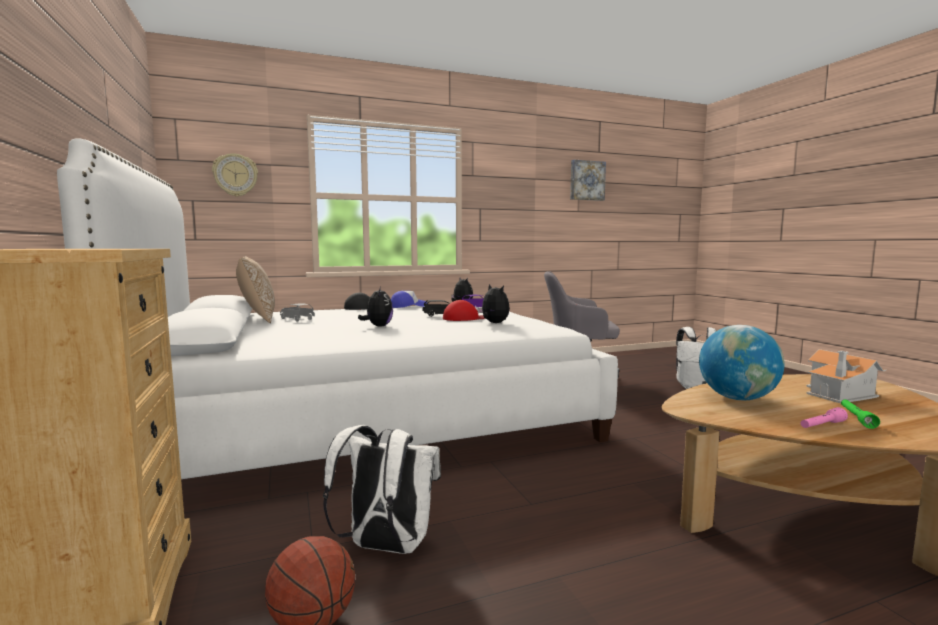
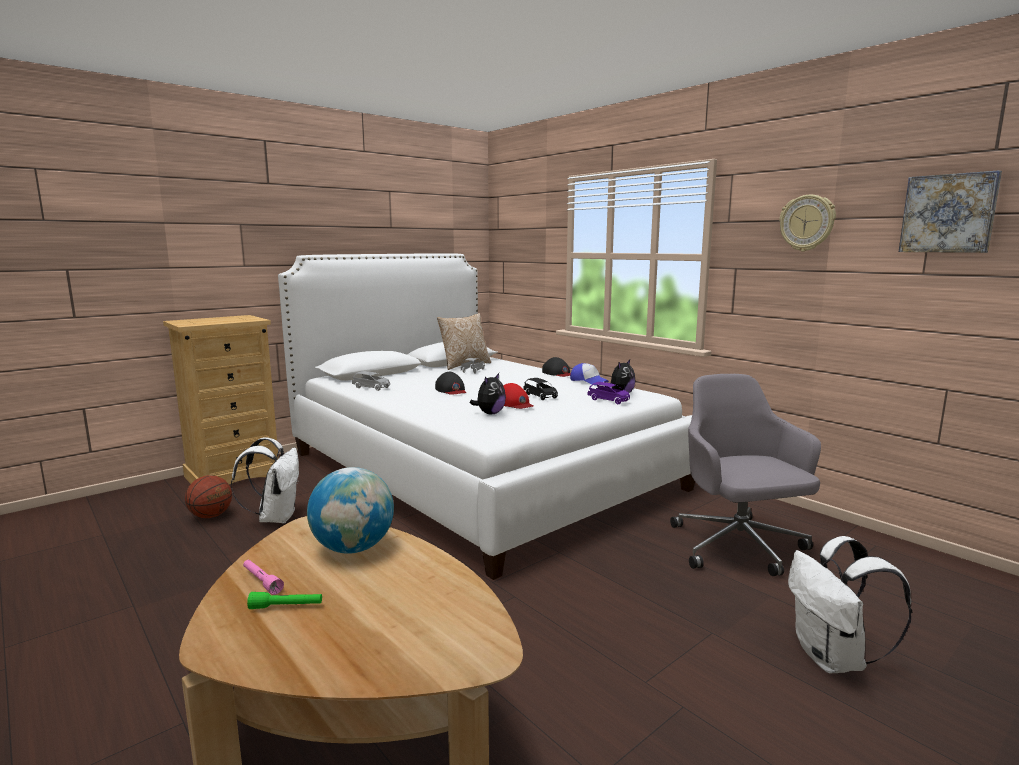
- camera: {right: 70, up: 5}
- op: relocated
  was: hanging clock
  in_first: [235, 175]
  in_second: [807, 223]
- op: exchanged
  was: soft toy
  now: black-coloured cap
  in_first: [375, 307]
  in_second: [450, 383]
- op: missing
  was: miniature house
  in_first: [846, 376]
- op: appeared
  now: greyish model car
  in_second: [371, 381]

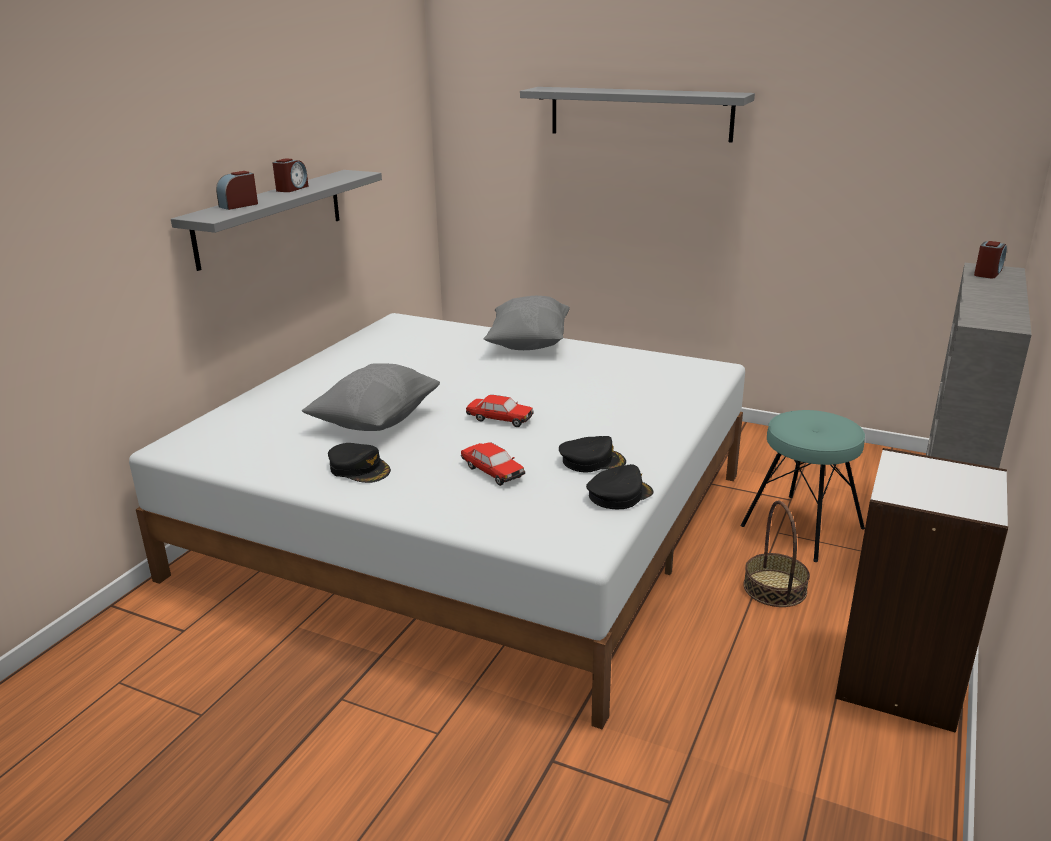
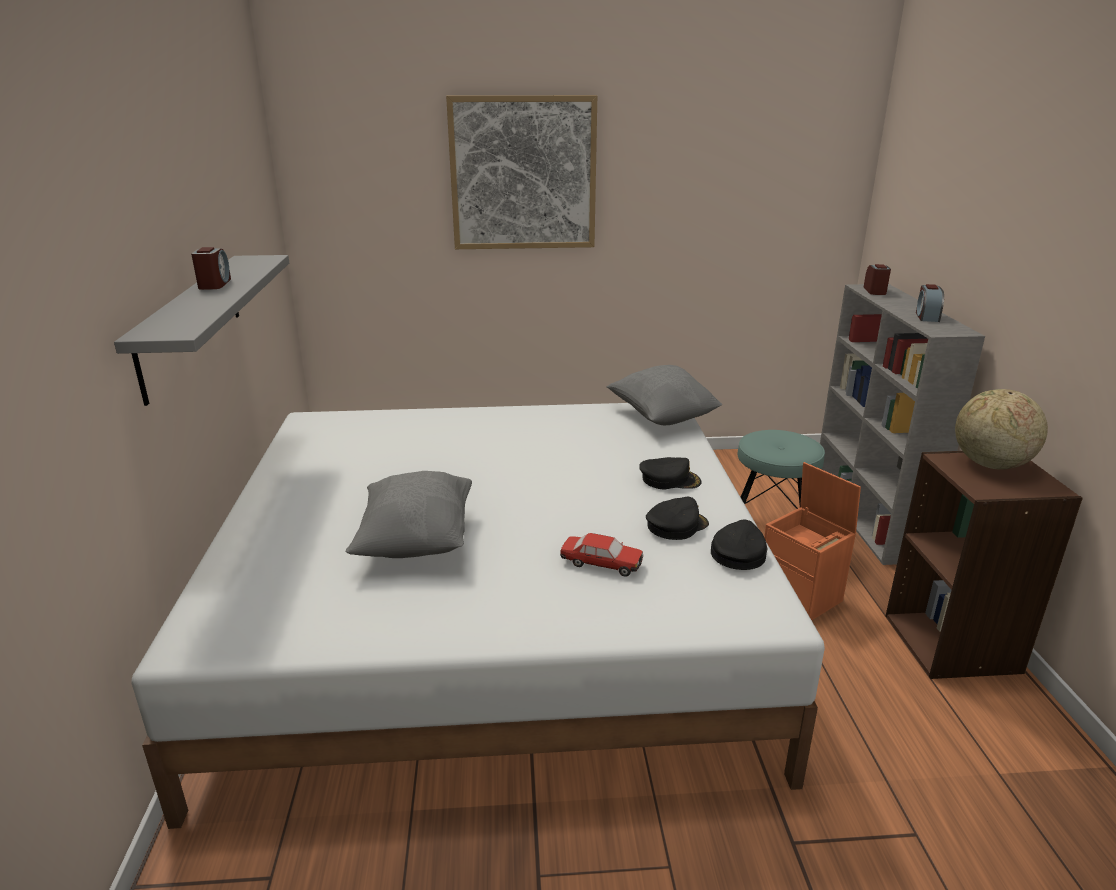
- camera: {right: -30, up: 0}
- op: relocated
  was: alarm clock
  in_first: [237, 190]
  in_second: [930, 303]
- op: relocated
  was: black-coloured cap
  in_first: [359, 463]
  in_second: [670, 473]
- op: missing
  was: model car
  in_first: [500, 411]
- op: relocated
  was: greyish throw pillow
  in_first: [527, 323]
  in_second: [664, 395]
- op: exchanged
  was: greyish wall shelf
  now: wall art
  in_first: [637, 115]
  in_second: [521, 172]
- op: exchanged
  was: storage basket
  now: orange-coloured storage bin
  in_first: [776, 554]
  in_second: [812, 541]
- op: colour
  was: white bookshelf
  now: brown bookshelf
  in_first: [921, 590]
  in_second: [984, 565]
- op: appeared
  now: globe
  in_second: [1001, 429]

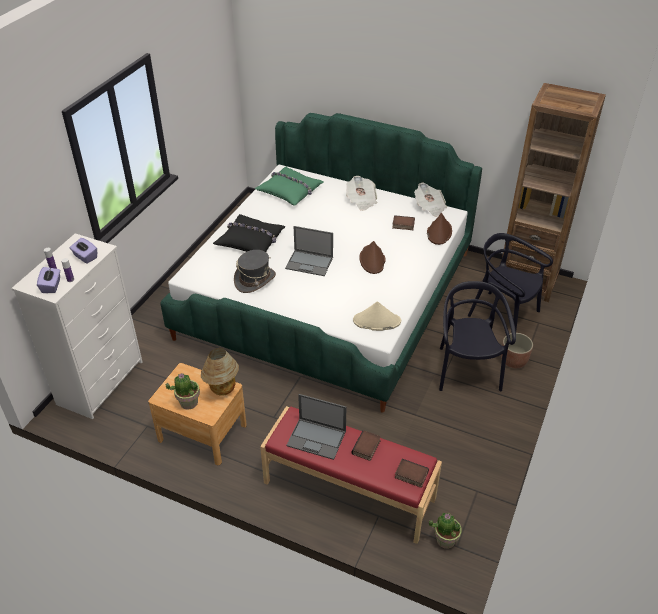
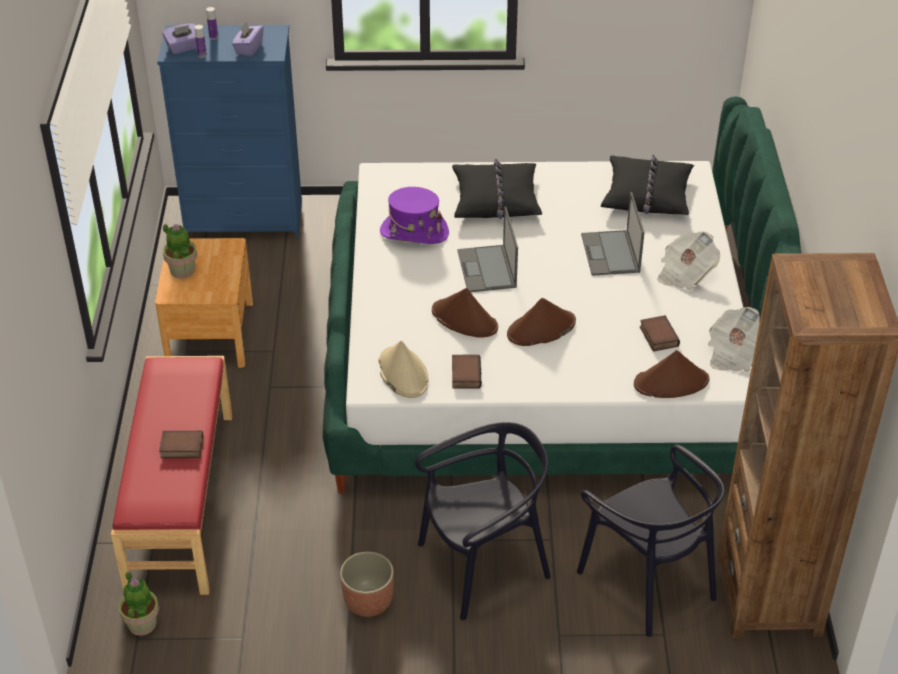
- camera: {right: 65, up: 0}
- op: colour
  was: white dresser
  now: bluish dresser
  in_first: [77, 326]
  in_second: [229, 131]
- op: missing
  was: lamp for a table
  in_first: [220, 372]
- op: colour
  was: greyish wearable hat
  now: purplish wearable hat
  in_first: [255, 271]
  in_second: [414, 215]
- op: colour
  was: green-coloured throw pillow
  now: black-coloured throw pillow
  in_first: [289, 186]
  in_second: [647, 184]
- op: relocated
  was: portable computer
  in_first: [316, 427]
  in_second: [613, 234]
- op: relocated
  was: bound book
  in_first: [412, 473]
  in_second: [467, 372]
- op: spun
  was: black-coloured plain chair
  in_first: [510, 281]
  in_second: [651, 541]
  clockwise: 135
- op: relocated
  was: plant pot
  in_first: [517, 350]
  in_second: [367, 584]
- op: appeared
  now: brown wearable hat
  in_second: [465, 313]

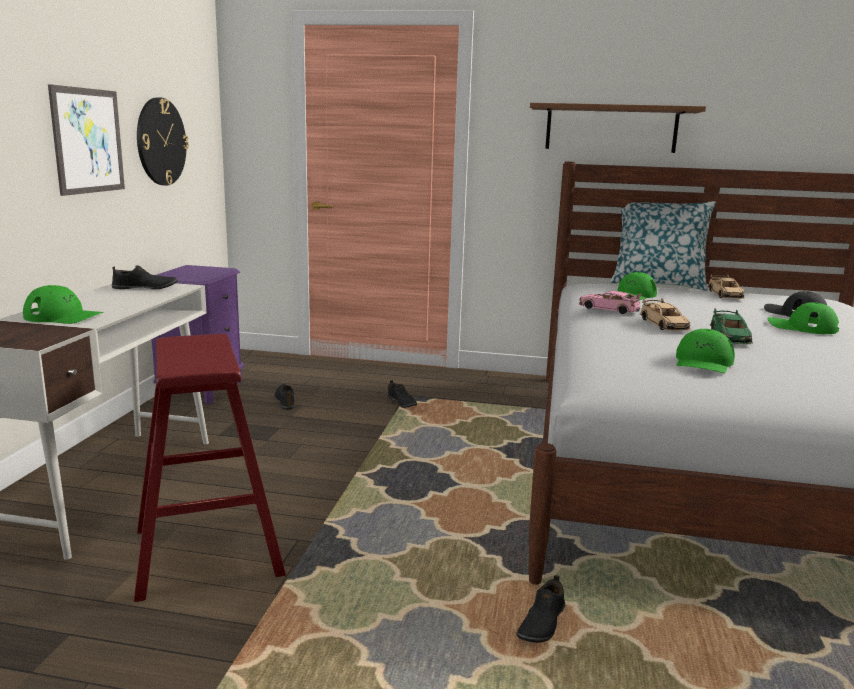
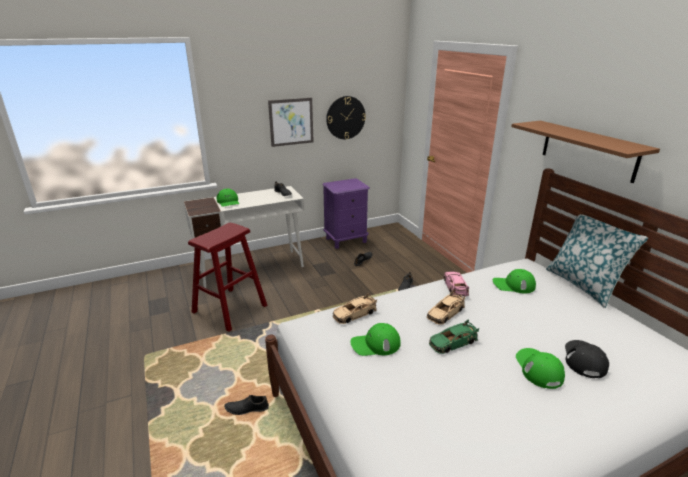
- camera: {right: 55, up: 10}
- op: relocated
  was: beige model car
  in_first: [726, 286]
  in_second: [355, 308]

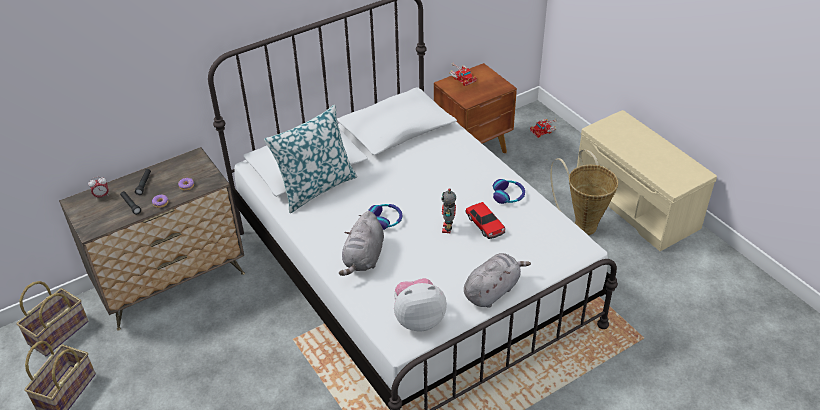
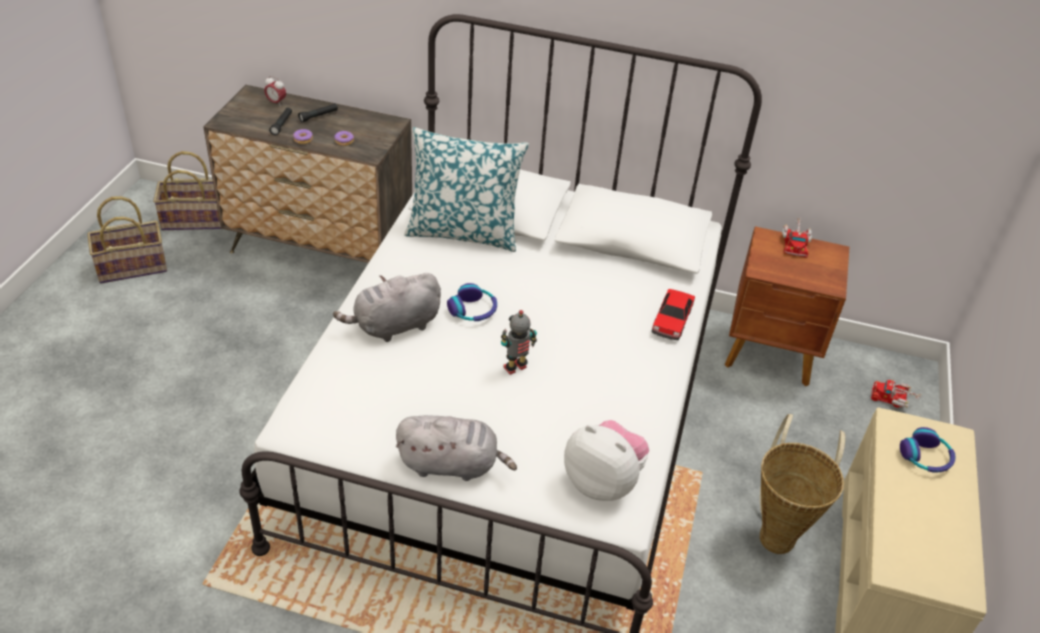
- camera: {right: 45, up: 0}
- op: relocated
  was: soft toy
  in_first: [420, 305]
  in_second: [606, 460]
- op: relocated
  was: model car
  in_first: [485, 220]
  in_second: [673, 314]
- op: relocated
  was: headphones
  in_first: [509, 191]
  in_second: [928, 449]

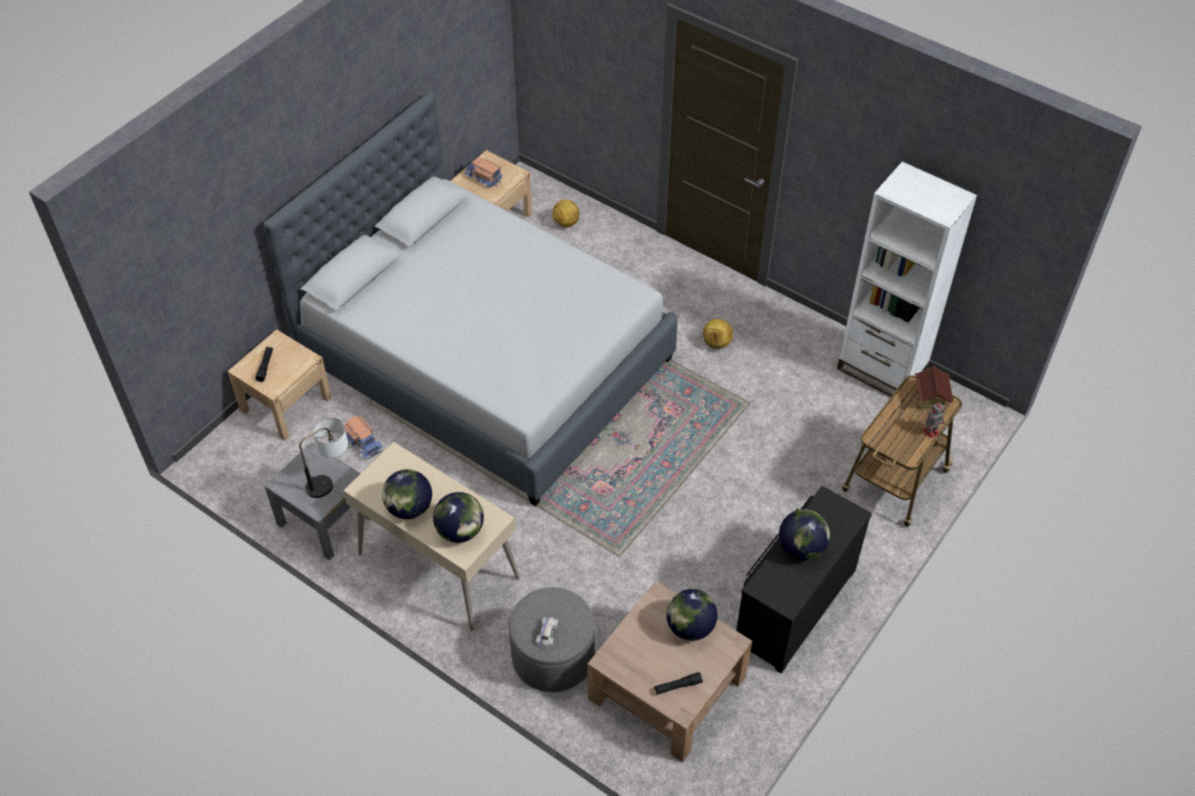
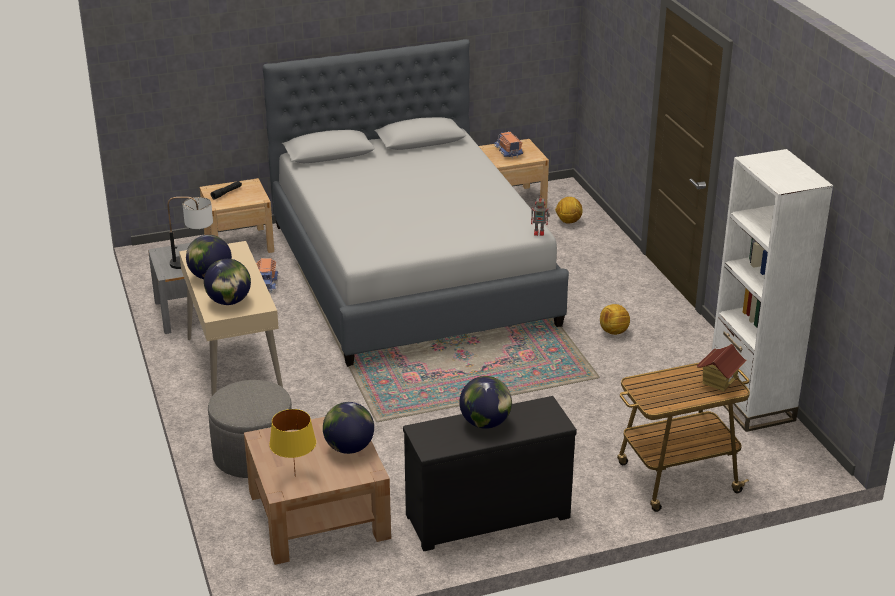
- camera: {right: 35, up: -20}
- op: missing
  was: white model car
  in_first: [547, 632]
- op: exchanged
  was: black-coloured flashlight
  now: yellowish lamp for a table
  in_first: [678, 683]
  in_second: [292, 443]
- op: relocated
  was: model robot
  in_first: [934, 420]
  in_second: [540, 216]

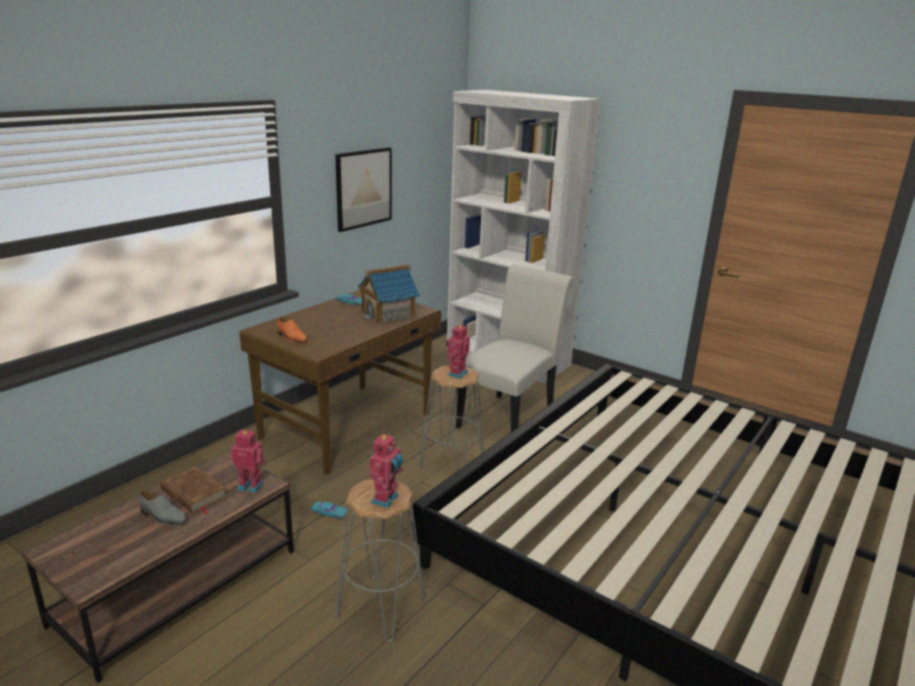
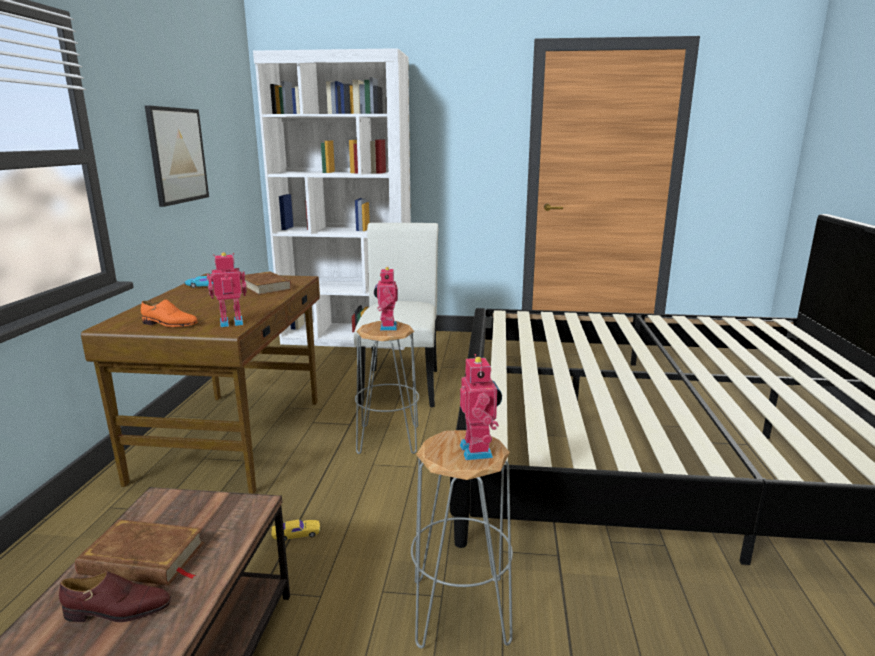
- camera: {right: -30, up: -5}
- op: colour
  was: greyish shoe
  now: brown shoe
  in_first: [162, 507]
  in_second: [115, 597]
- op: relocated
  was: model robot
  in_first: [248, 461]
  in_second: [227, 289]
- op: colour
  was: turquoise model car
  now: yellowish model car
  in_first: [328, 511]
  in_second: [295, 530]
- op: exchanged
  was: miniature house
  now: brown bound book
  in_first: [389, 294]
  in_second: [266, 283]

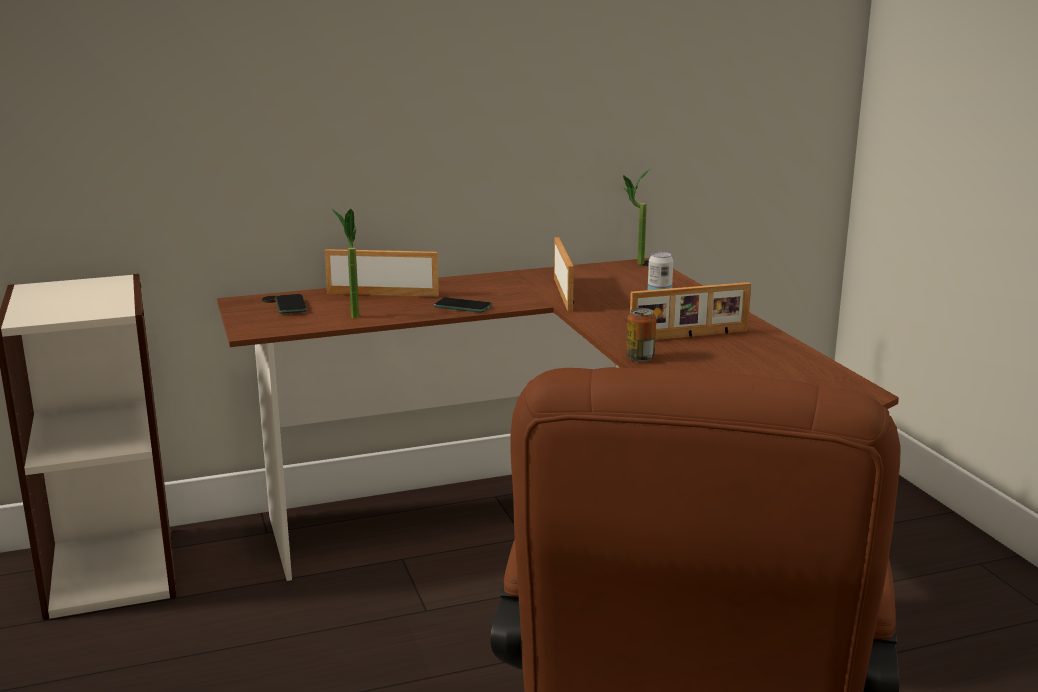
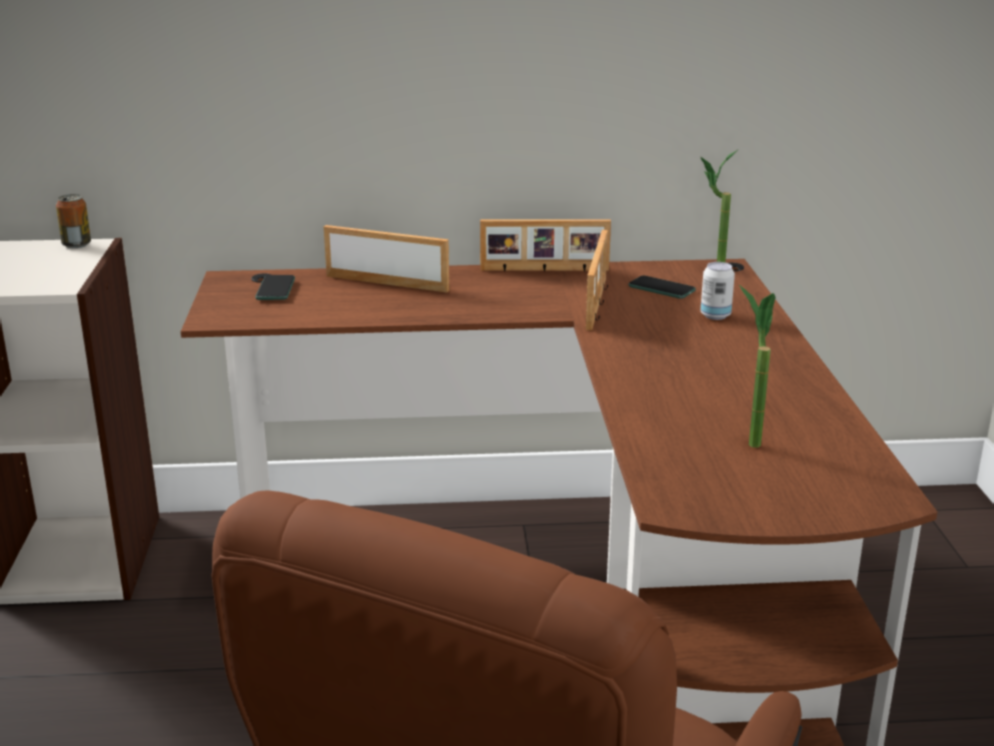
- camera: {right: 15, up: 5}
- op: relocated
  was: plant in a pot
  in_first: [345, 263]
  in_second: [757, 366]
- op: relocated
  was: handset
  in_first: [463, 305]
  in_second: [662, 287]
- op: relocated
  was: can
  in_first: [641, 335]
  in_second: [73, 221]
- op: relocated
  was: standing frame
  in_first: [690, 311]
  in_second: [545, 245]

